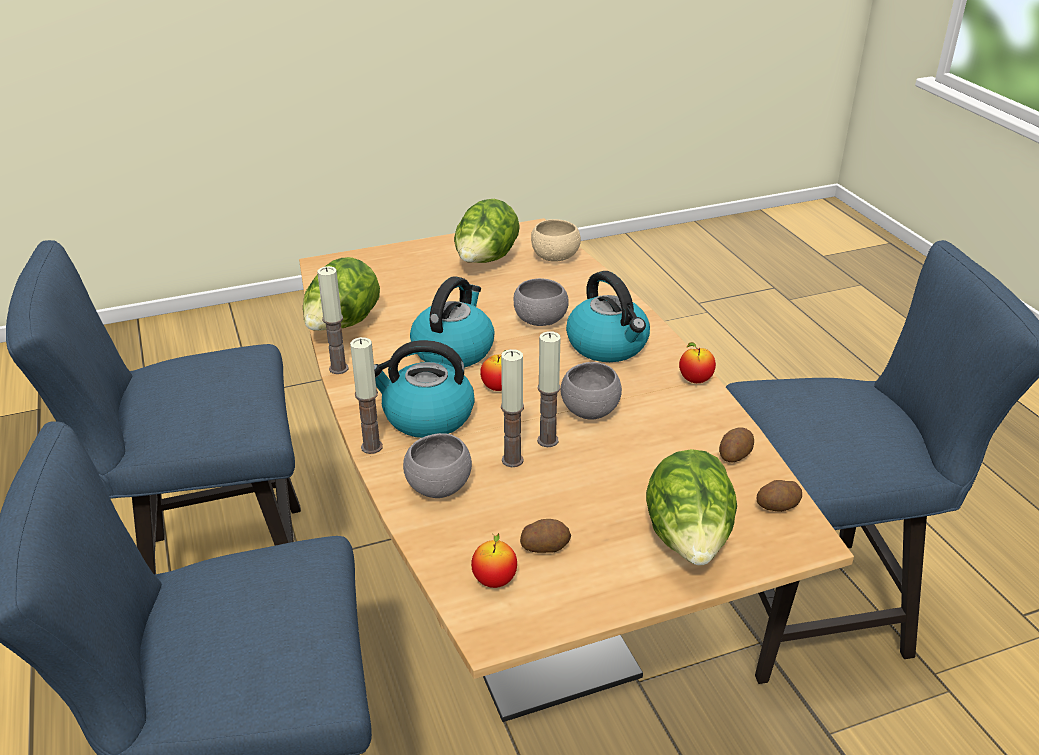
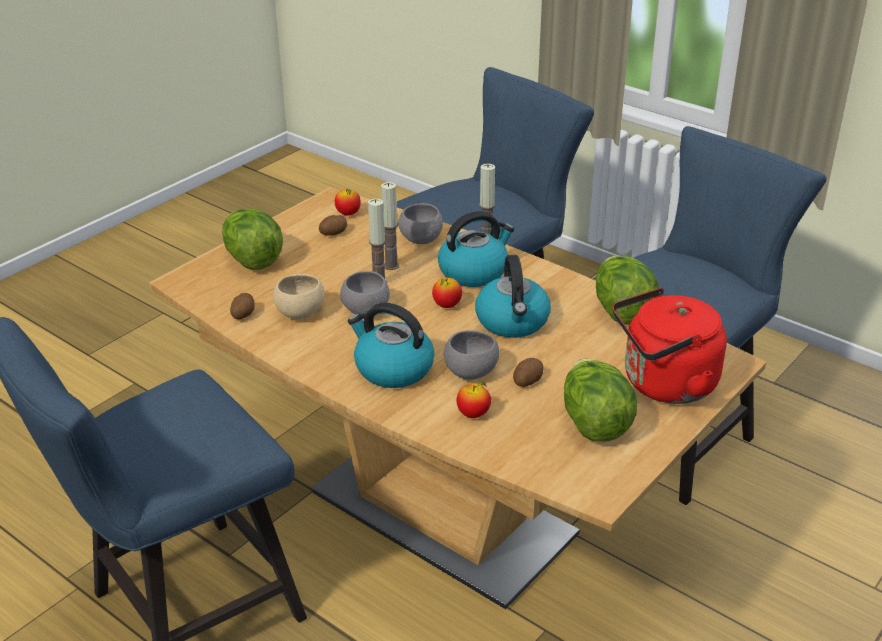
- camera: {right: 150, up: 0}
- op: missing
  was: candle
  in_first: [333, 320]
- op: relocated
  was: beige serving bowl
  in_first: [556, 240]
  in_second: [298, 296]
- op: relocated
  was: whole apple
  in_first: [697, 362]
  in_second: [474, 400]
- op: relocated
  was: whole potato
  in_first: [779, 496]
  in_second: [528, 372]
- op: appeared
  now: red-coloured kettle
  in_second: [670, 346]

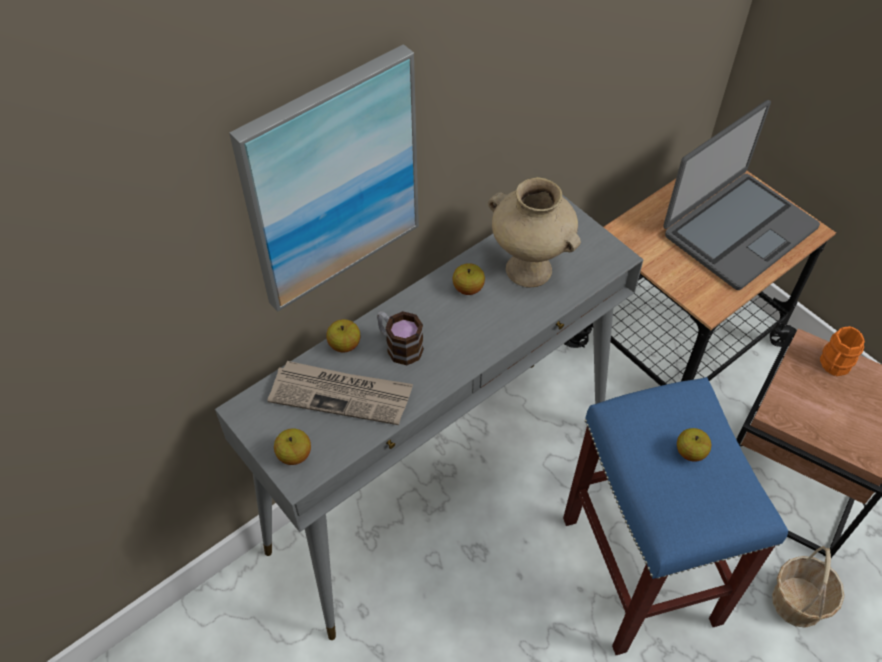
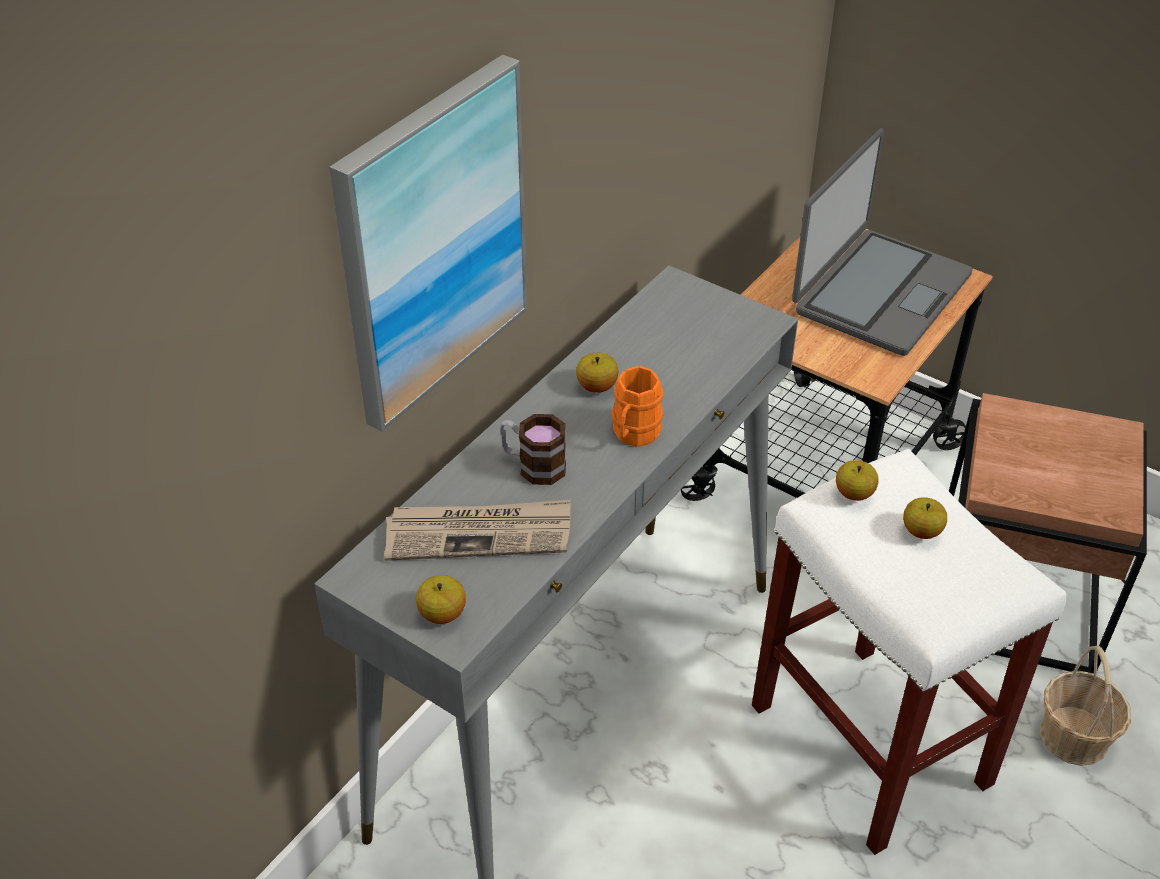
- camera: {right: -15, up: -10}
- op: relocated
  was: whole apple
  in_first: [343, 336]
  in_second: [857, 480]
- op: missing
  was: beige vase
  in_first: [534, 232]
- op: colour
  was: bluish sitting stool
  now: white sitting stool
  in_first: [675, 516]
  in_second: [909, 652]
- op: relocated
  was: orange-coloured coffee mug
  in_first: [842, 351]
  in_second: [637, 406]

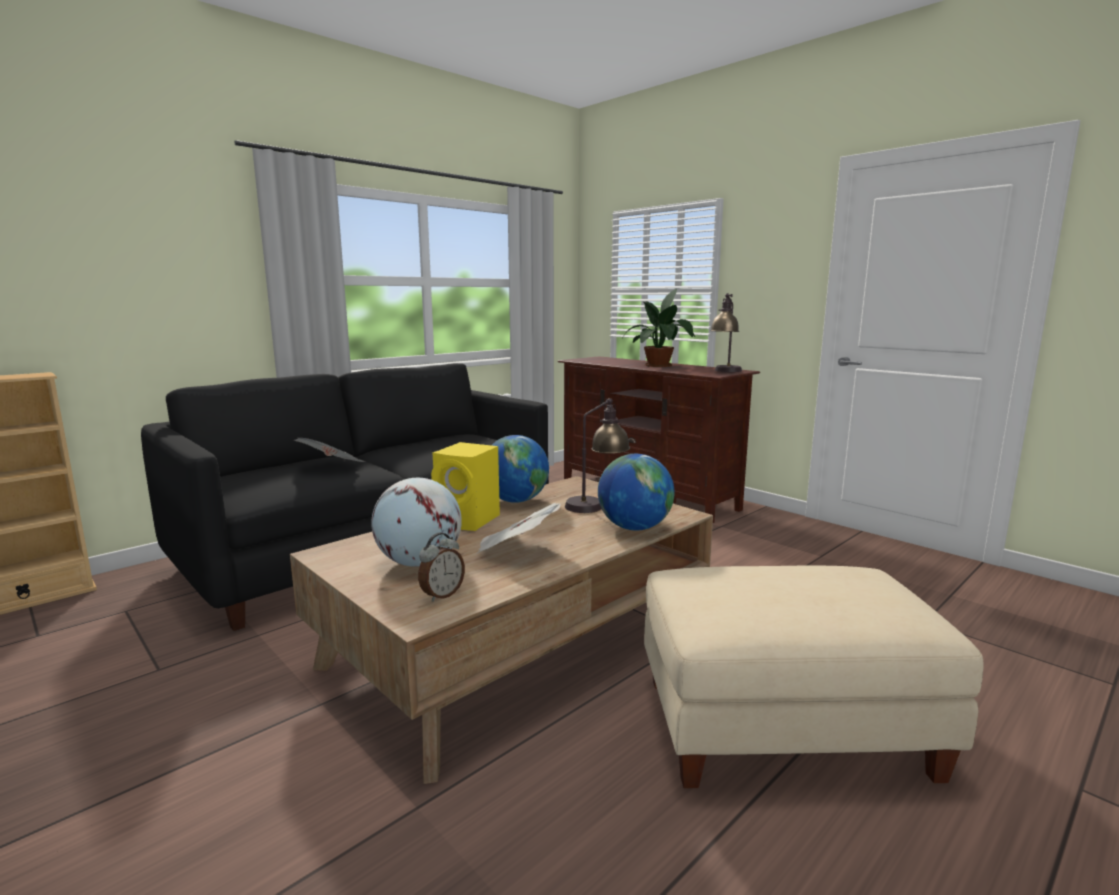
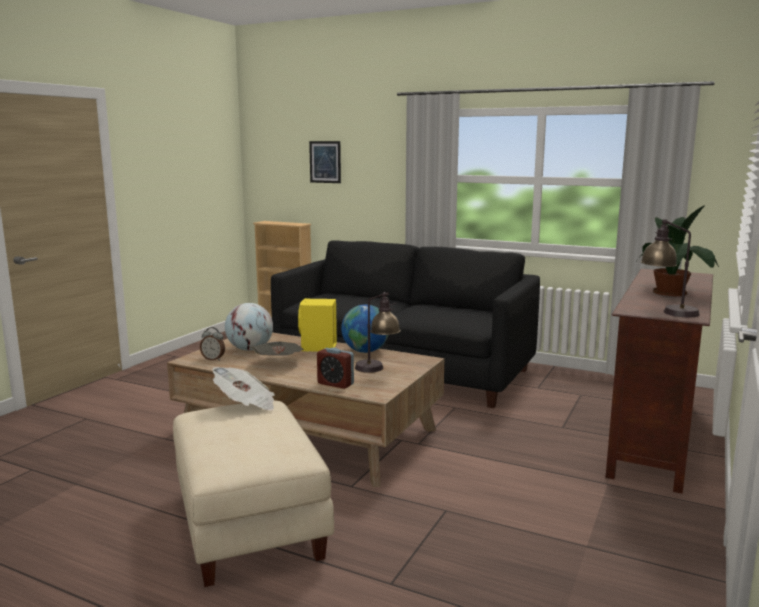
- camera: {right: 70, up: 0}
- op: relocated
  was: newspaper
  in_first: [329, 450]
  in_second: [243, 389]
- op: exchanged
  was: globe
  now: alarm clock
  in_first: [636, 492]
  in_second: [335, 368]
- op: appeared
  now: wall art
  in_second: [325, 162]

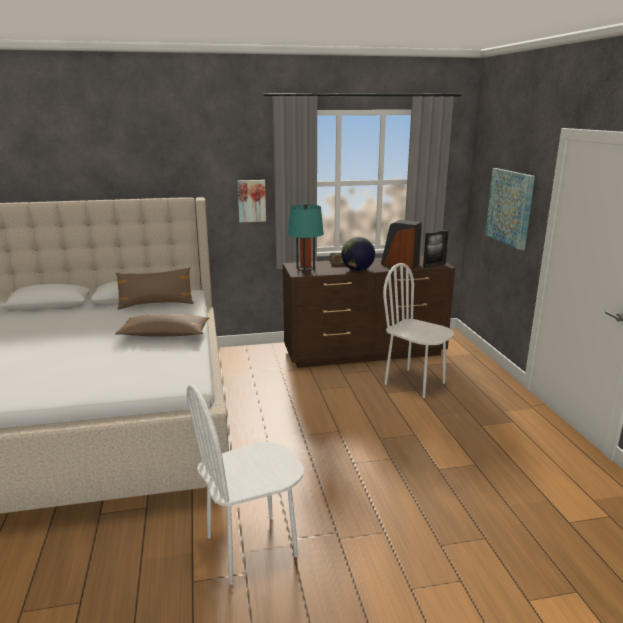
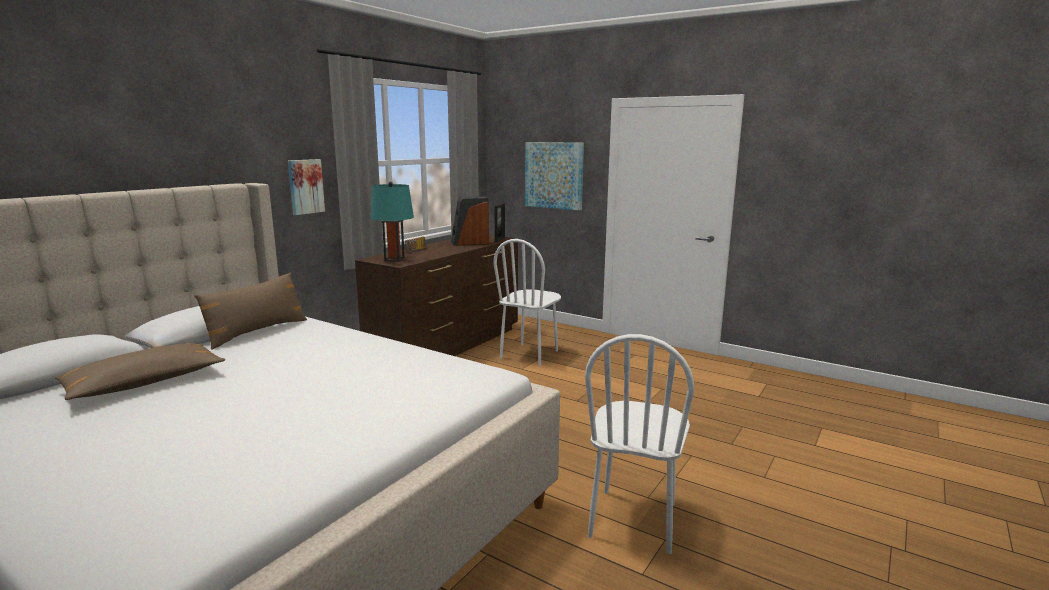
- camera: {right: -45, up: -5}
- op: relocated
  was: brown throw pillow
  in_first: [162, 325]
  in_second: [140, 371]
- op: missing
  was: globe
  in_first: [358, 254]
- op: spun
  was: white plain chair
  in_first: [418, 330]
  in_second: [527, 302]
  clockwise: -60

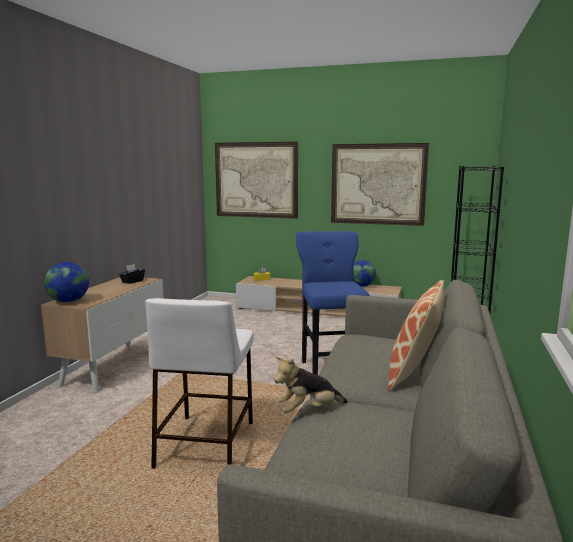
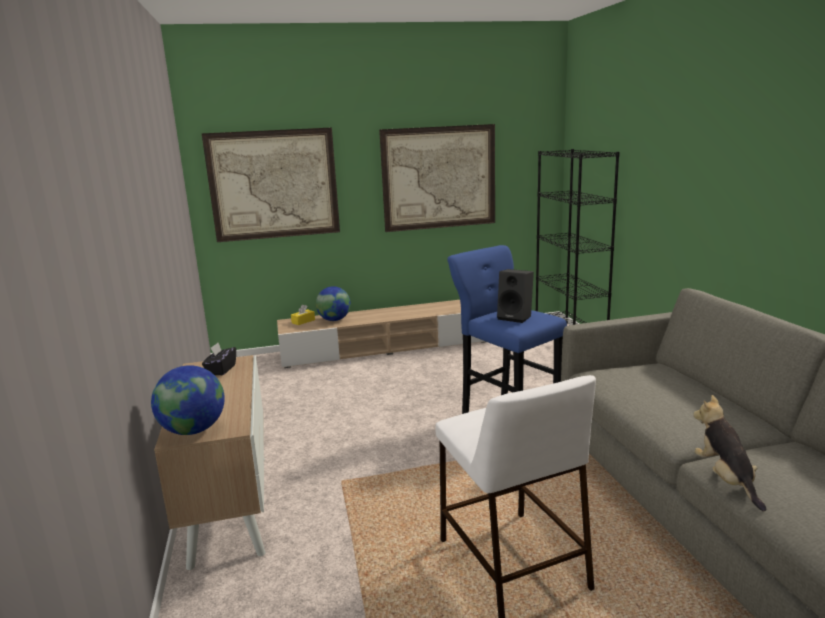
- camera: {right: -30, up: 5}
- op: spun
  was: soft toy
  in_first: [311, 385]
  in_second: [729, 453]
  clockwise: 135
- op: relocated
  was: globe
  in_first: [364, 273]
  in_second: [333, 303]
- op: missing
  was: throw pillow
  in_first: [416, 335]
- op: appeared
  now: black-coloured audio speaker
  in_second: [515, 296]

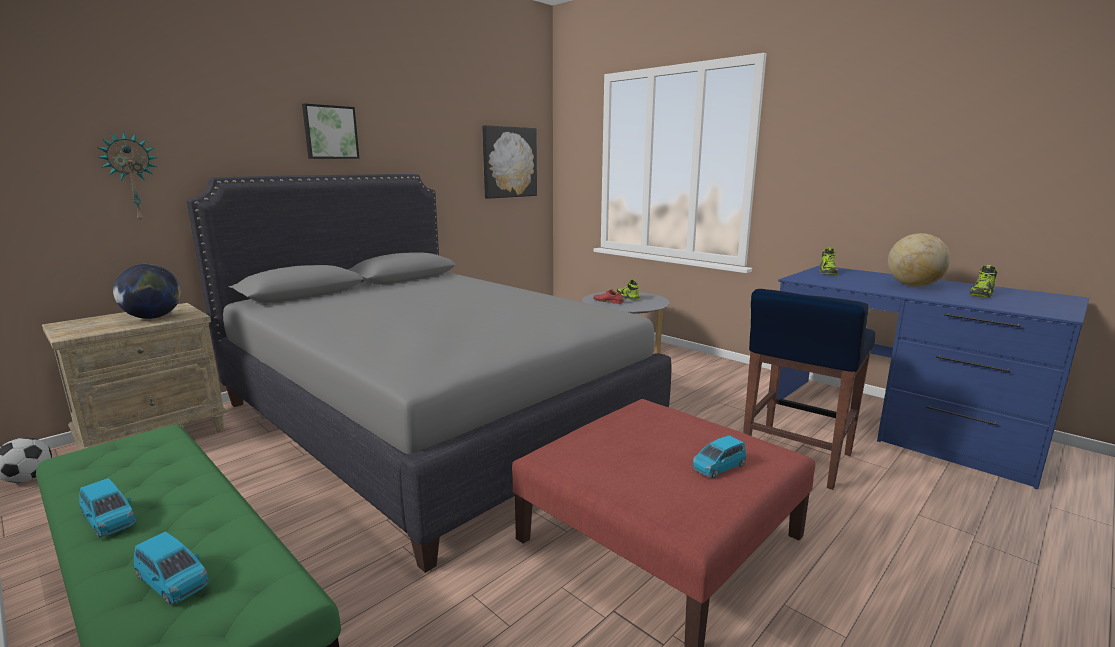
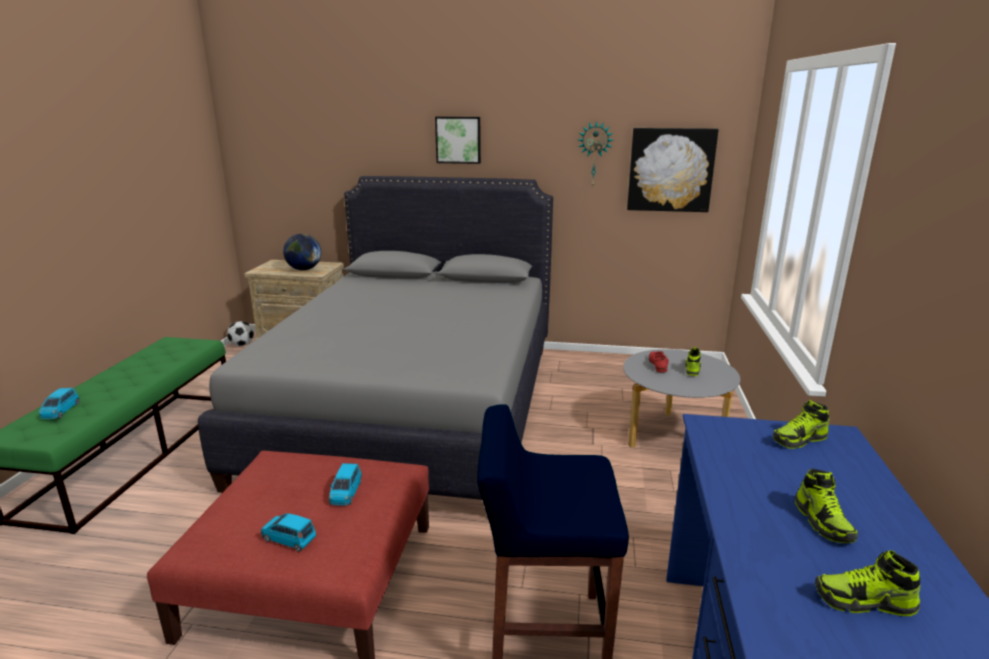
- camera: {right: 55, up: 5}
- op: relocated
  was: bluish model car
  in_first: [107, 508]
  in_second: [345, 484]
- op: relocated
  was: hanging clock
  in_first: [127, 177]
  in_second: [596, 153]
- op: exchanged
  was: globe
  now: shoe
  in_first: [919, 260]
  in_second: [826, 506]

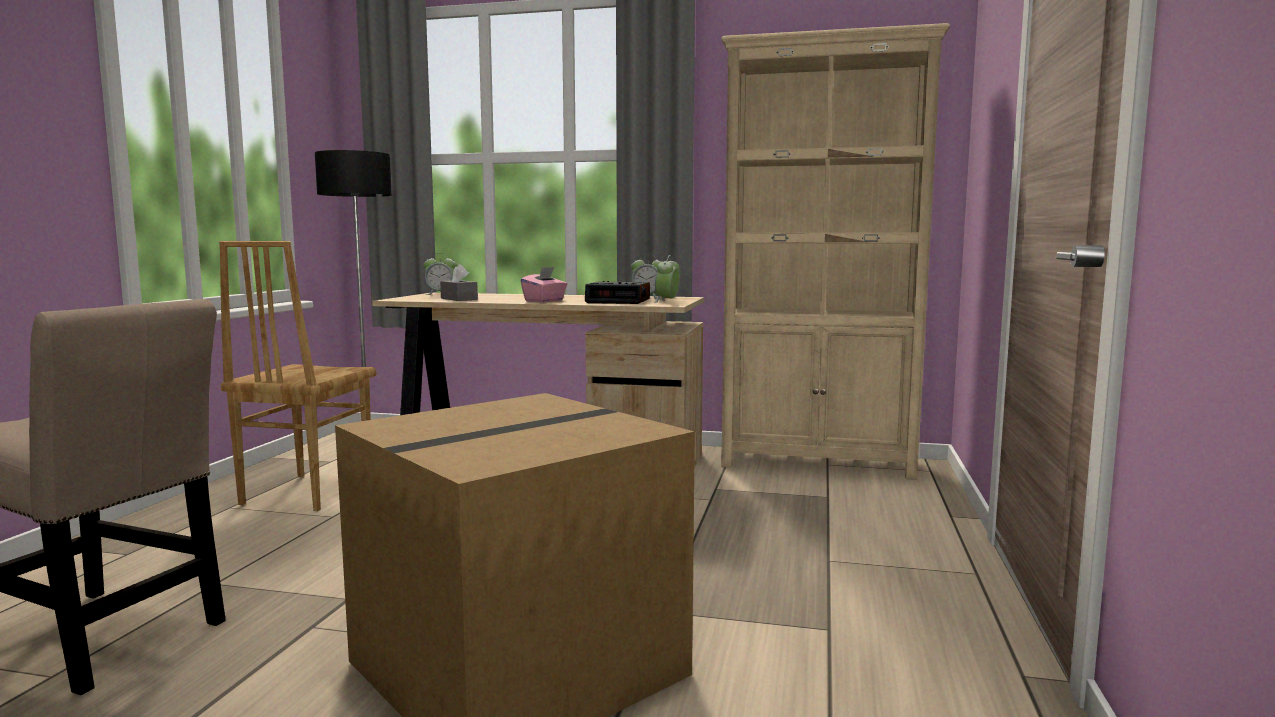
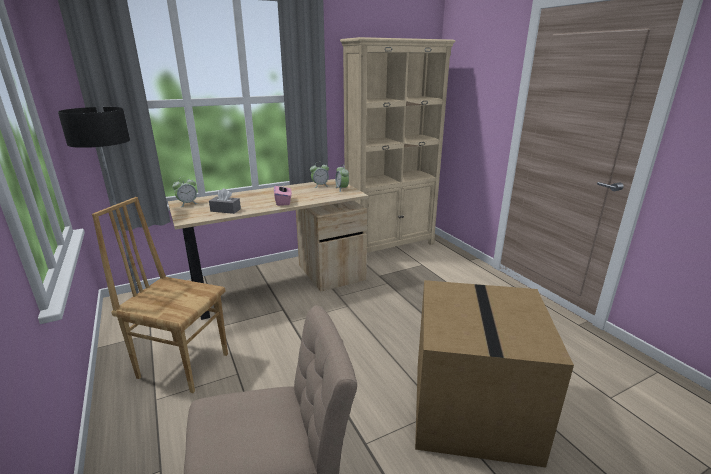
- camera: {right: -40, up: 15}
- op: spun
  was: brown plain chair
  in_first: [297, 376]
  in_second: [160, 295]
  clockwise: 135
- op: missing
  was: alarm clock
  in_first: [617, 292]

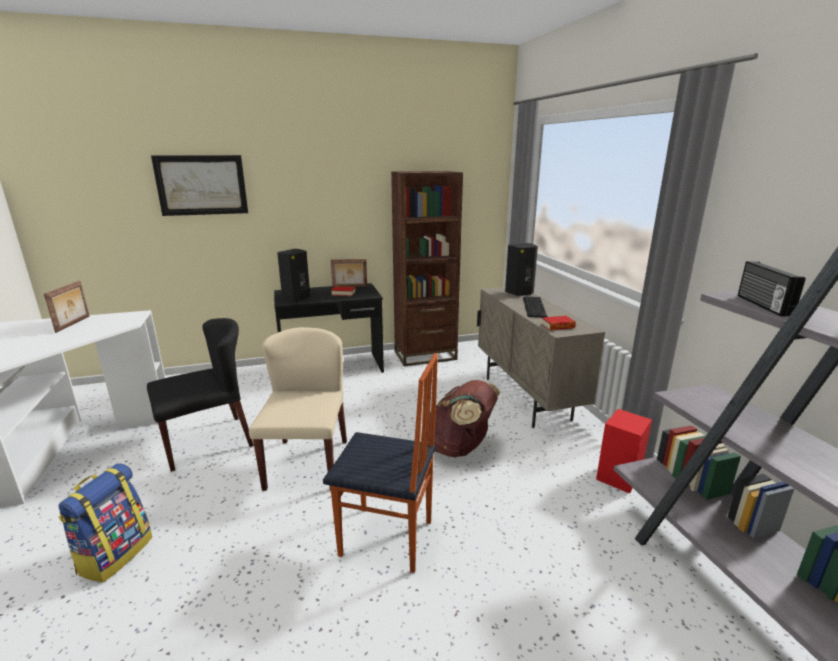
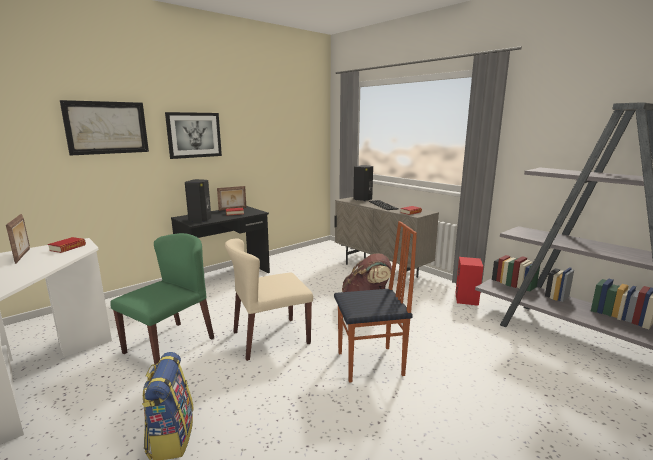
- camera: {right: -25, up: -5}
- op: colour
  was: black-coloured plain chair
  now: green-coloured plain chair
  in_first: [200, 395]
  in_second: [162, 299]
- op: spun
  was: beige plain chair
  in_first: [298, 409]
  in_second: [269, 299]
  clockwise: -90
- op: missing
  was: brown bookshelf
  in_first: [427, 268]
- op: missing
  was: radio receiver
  in_first: [772, 288]
- op: appeared
  now: bound book
  in_second: [67, 245]
- op: appeared
  now: wall art
  in_second: [193, 135]

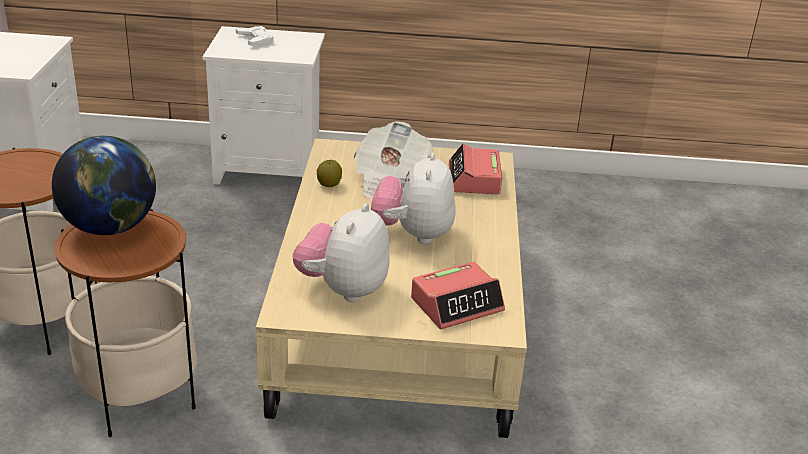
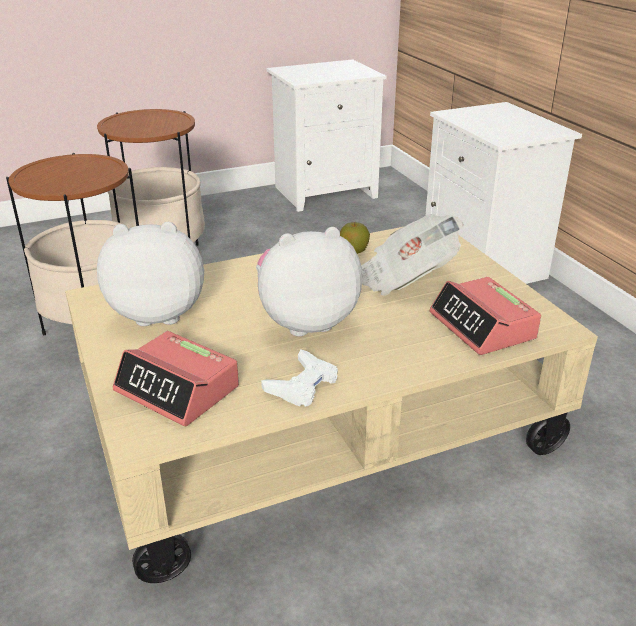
- camera: {right: 65, up: 0}
- op: missing
  was: globe
  in_first: [104, 185]
- op: relocated
  was: white gamepad
  in_first: [255, 35]
  in_second: [299, 378]
- op: spun
  was: alarm clock
  in_first: [475, 169]
  in_second: [485, 316]
  clockwise: -90

